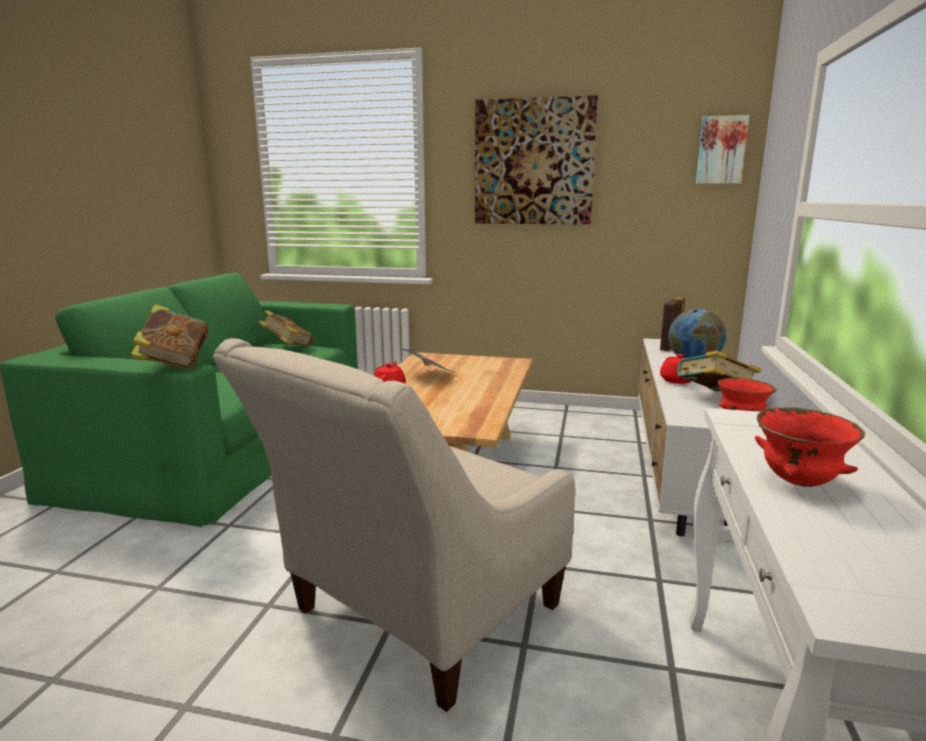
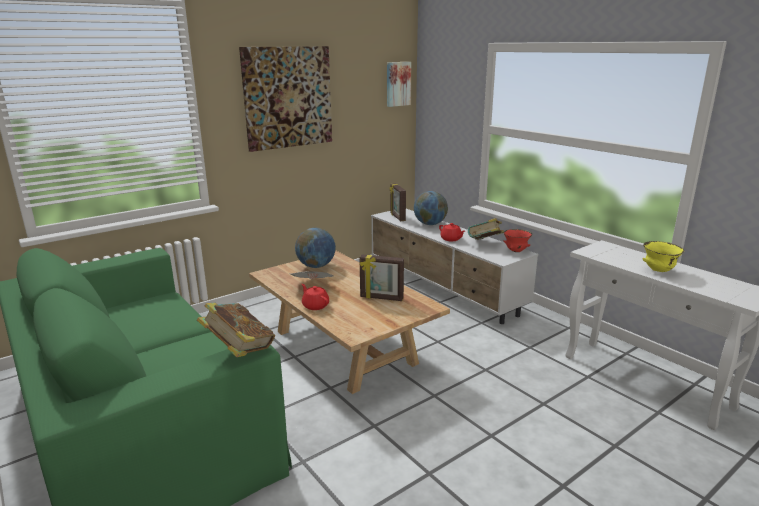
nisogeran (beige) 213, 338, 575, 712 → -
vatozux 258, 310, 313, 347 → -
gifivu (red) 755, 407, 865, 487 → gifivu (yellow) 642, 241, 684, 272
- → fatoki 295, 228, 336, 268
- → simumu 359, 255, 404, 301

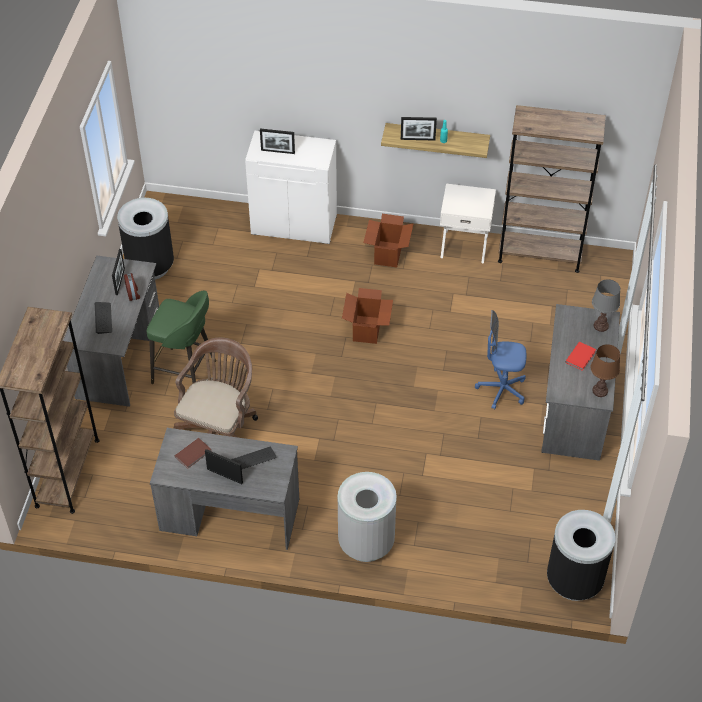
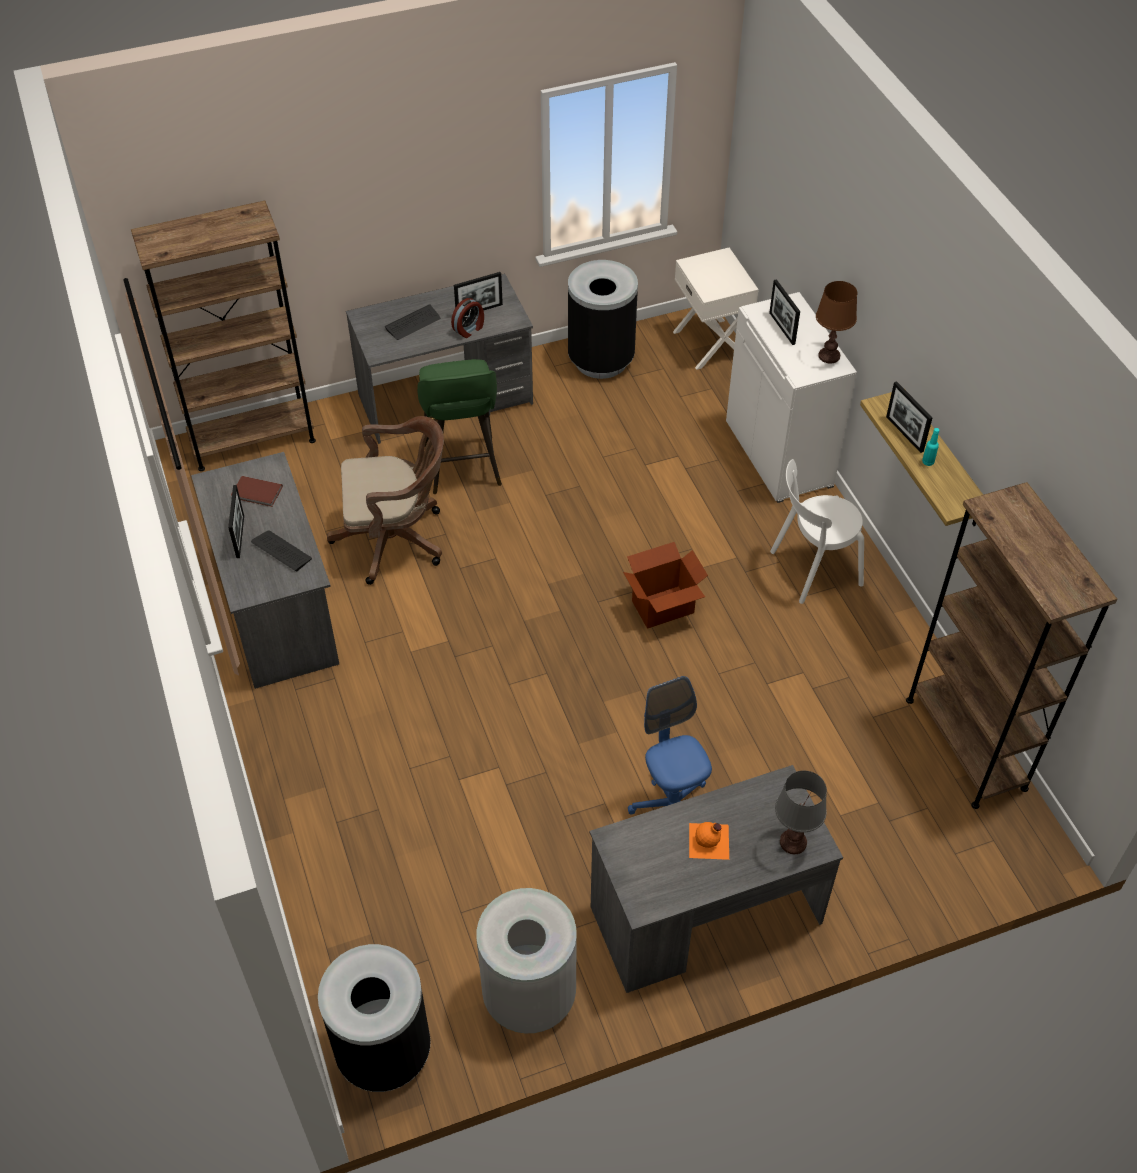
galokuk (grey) 338, 472, 397, 562 → galokuk (grey) 476, 888, 577, 1033, move
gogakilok 363, 214, 414, 267 → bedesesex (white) 770, 459, 864, 604
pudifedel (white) 440, 184, 496, 264 → pudifedel (white) 673, 248, 759, 370, move
vatozux (red) 565, 342, 596, 371 → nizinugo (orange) 689, 822, 729, 860
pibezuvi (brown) 591, 344, 620, 397 → pibezuvi (brown) 816, 281, 857, 363, move

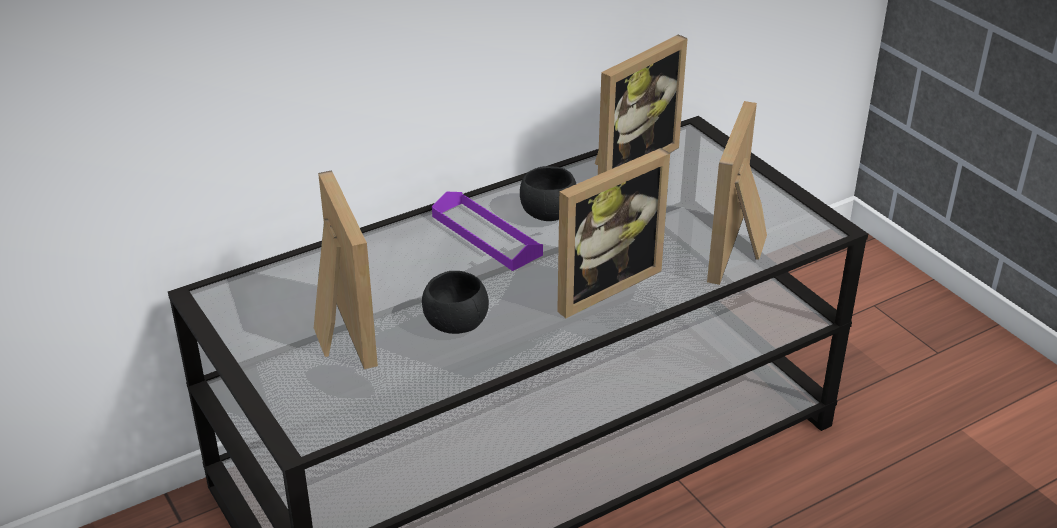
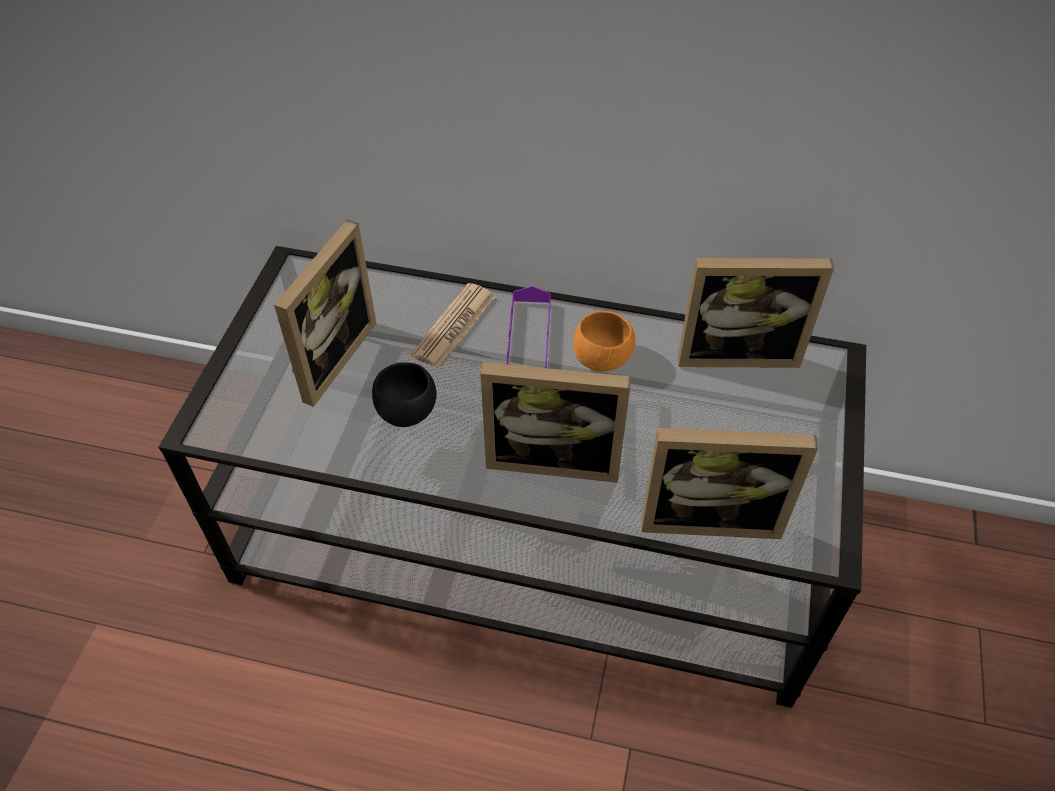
gifivu (black) 520, 166, 576, 221 → gifivu (orange) 573, 311, 635, 371
simumu 707, 101, 767, 285 → simumu 641, 428, 818, 539, 150 degrees counterclockwise
- → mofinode 411, 283, 495, 369

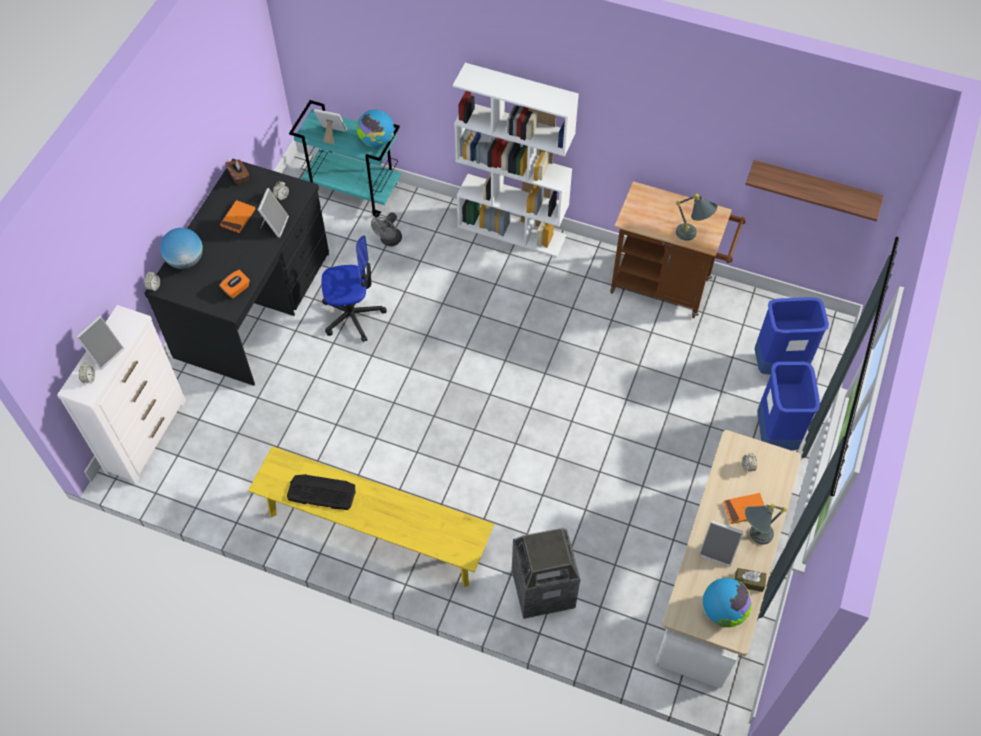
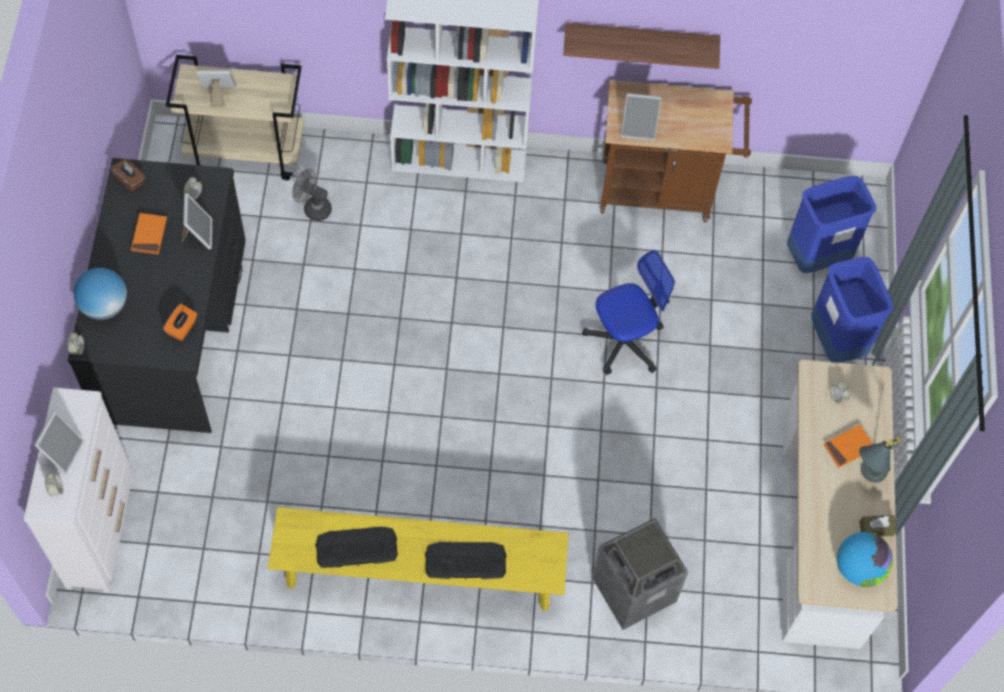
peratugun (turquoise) 289, 100, 401, 217 → peratugun (beige) 166, 55, 304, 180
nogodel 322, 236, 387, 342 → nogodel 582, 250, 675, 375, move
fatoki 356, 110, 394, 147 → -
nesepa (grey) 371, 212, 402, 246 → nesepa (grey) 292, 169, 332, 221, 105 degrees clockwise
pibezuvi (grey) 676, 193, 717, 241 → -
simumu 699, 520, 744, 567 → simumu 621, 93, 661, 140, move
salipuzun 745, 160, 884, 221 → salipuzun 563, 23, 720, 69, move
- → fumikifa 425, 542, 507, 580

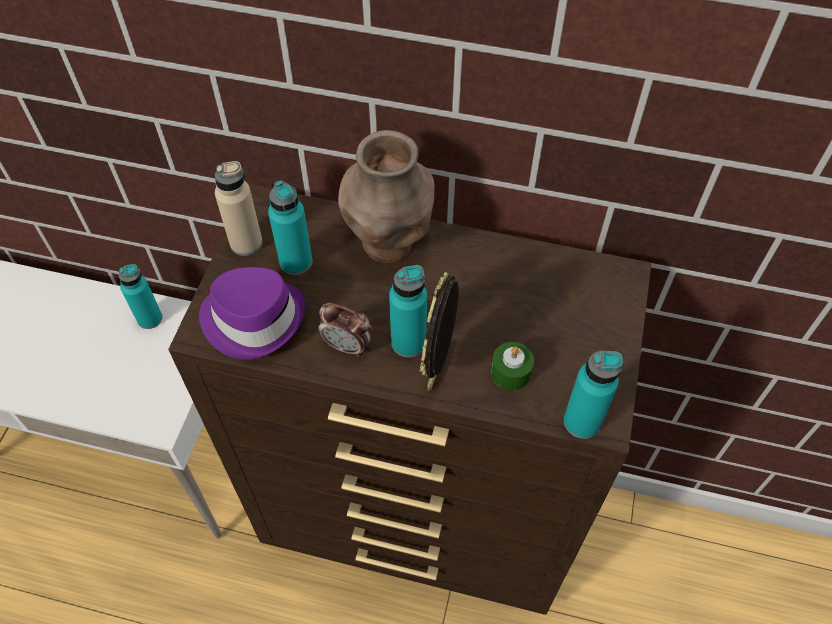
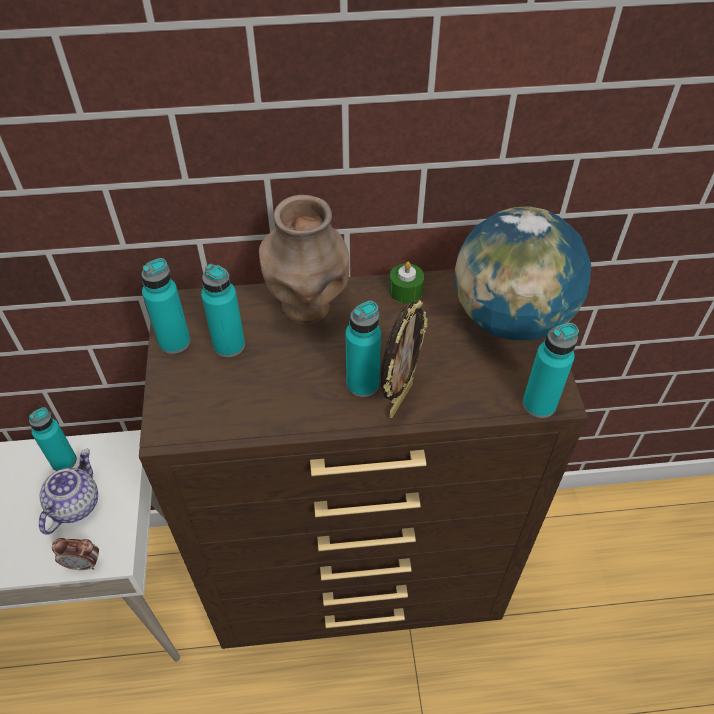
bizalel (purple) 199, 267, 305, 360 → -
nizinugo (beige) 215, 161, 263, 256 → nizinugo (turquoise) 142, 258, 191, 354
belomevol 318, 302, 373, 357 → belomevol 52, 538, 99, 570, move
simumu 420, 272, 459, 392 → simumu 381, 300, 428, 418, 150 degrees counterclockwise
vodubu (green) 491, 342, 534, 391 → vodubu (green) 389, 262, 424, 303, move
- → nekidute 39, 449, 98, 535
- → fatoki 455, 206, 591, 340

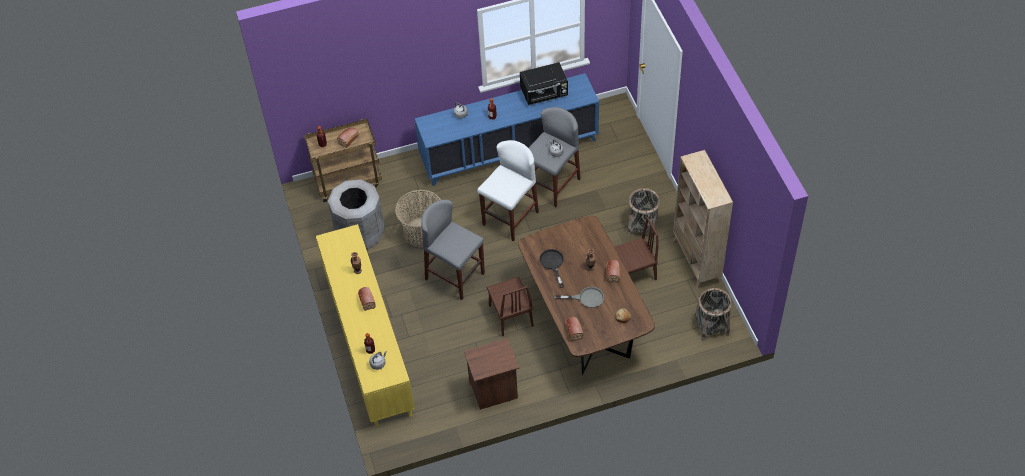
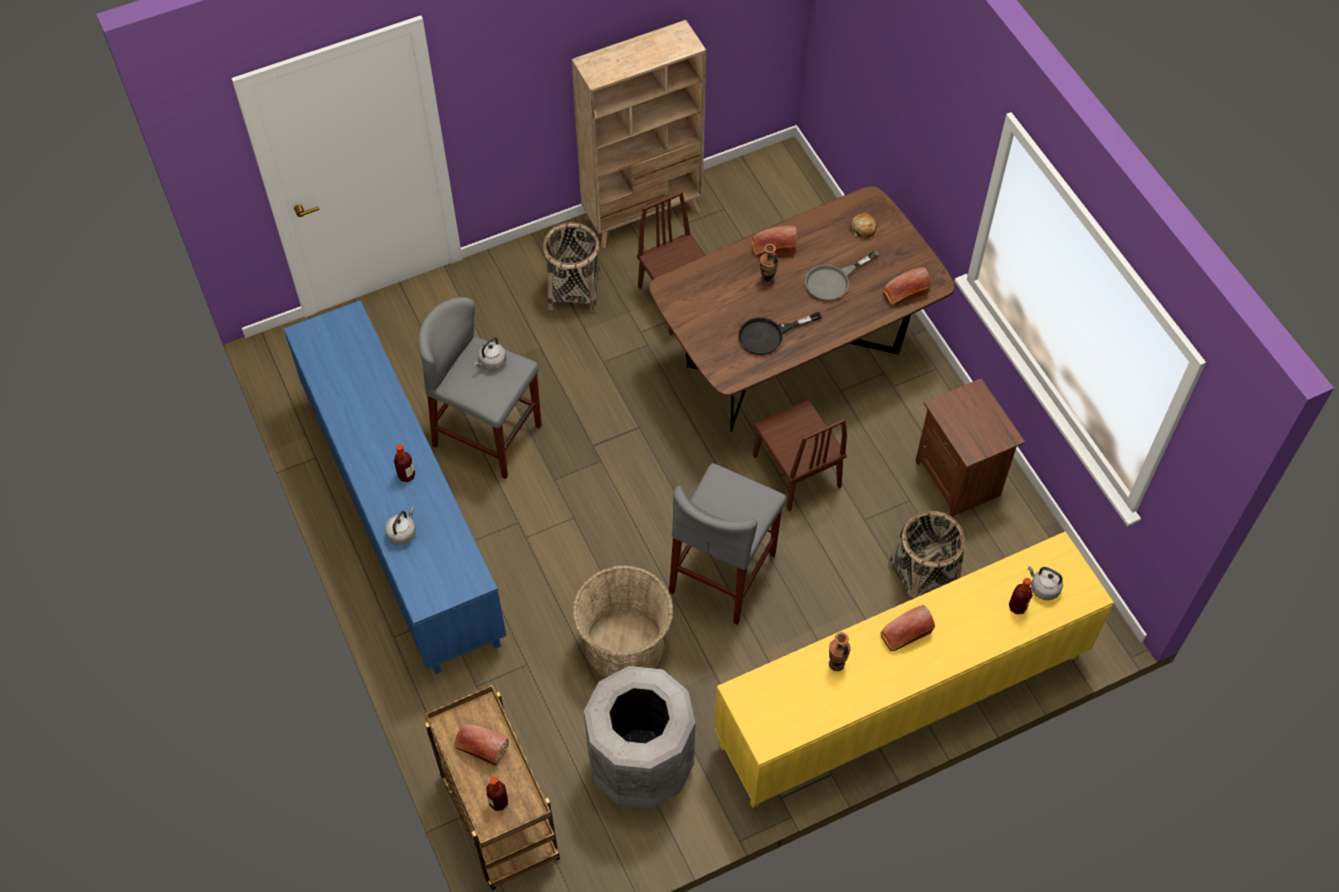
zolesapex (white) 477, 140, 539, 241 → -
bedesesex (brown) 486, 277, 534, 336 → bedesesex (brown) 753, 399, 847, 511, 90 degrees clockwise
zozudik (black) 520, 62, 568, 105 → -
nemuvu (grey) 555, 287, 604, 308 → nemuvu (grey) 805, 250, 880, 301, 120 degrees counterclockwise
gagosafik 694, 288, 732, 341 → gagosafik 888, 511, 965, 601, move

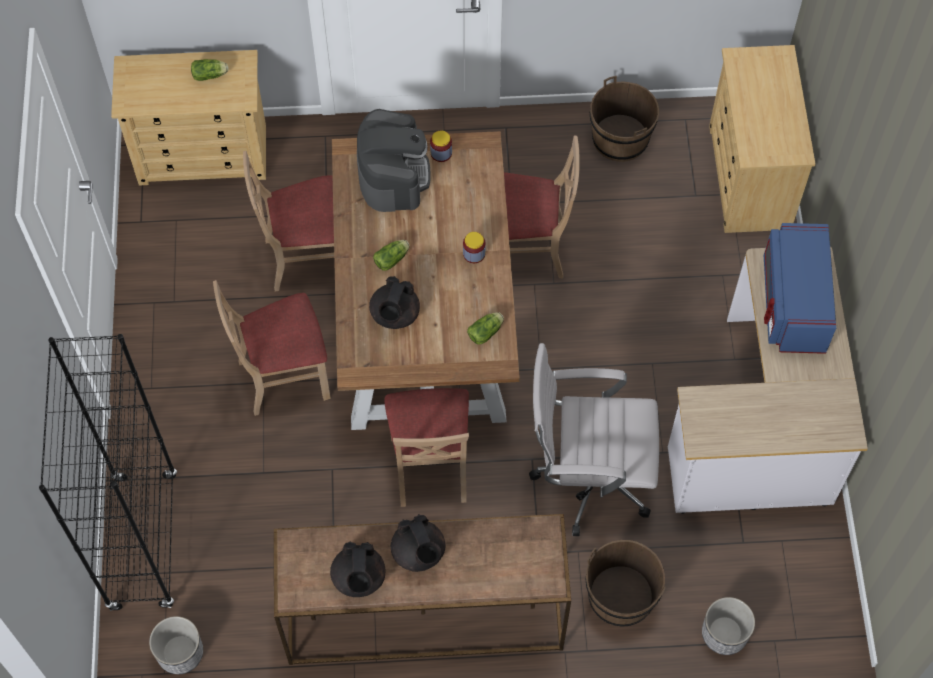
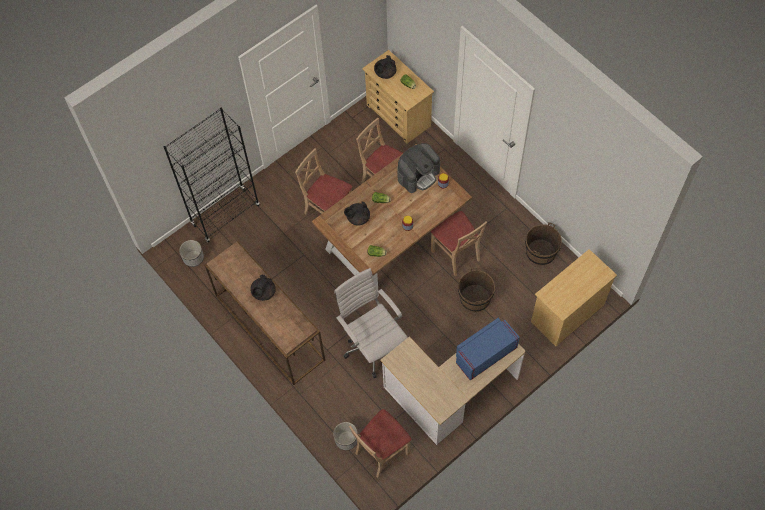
nekidute (black) 330, 541, 385, 597 → nekidute (black) 374, 55, 396, 79, move
bedesesex (beige) 385, 388, 469, 507 → bedesesex (beige) 349, 409, 412, 478, move
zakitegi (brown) 586, 540, 666, 627 → zakitegi (brown) 458, 268, 495, 312, move

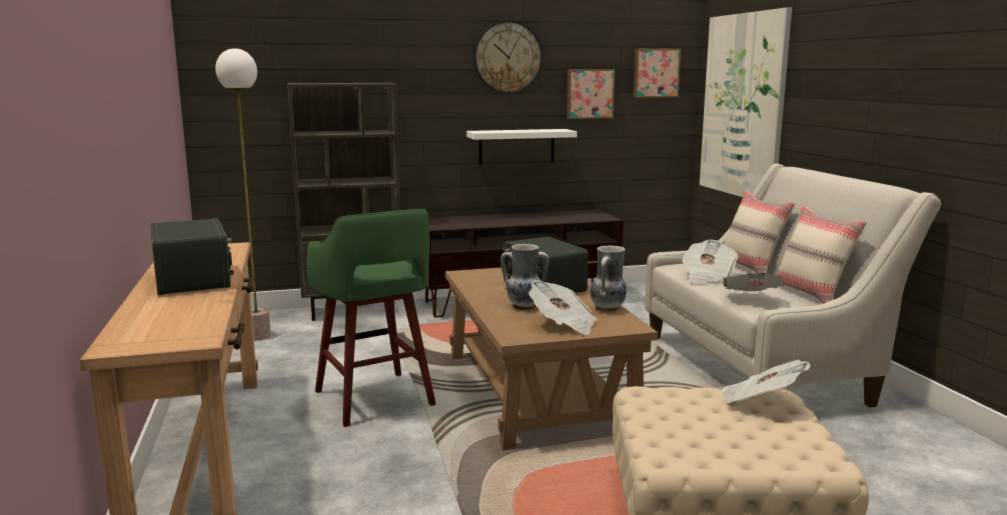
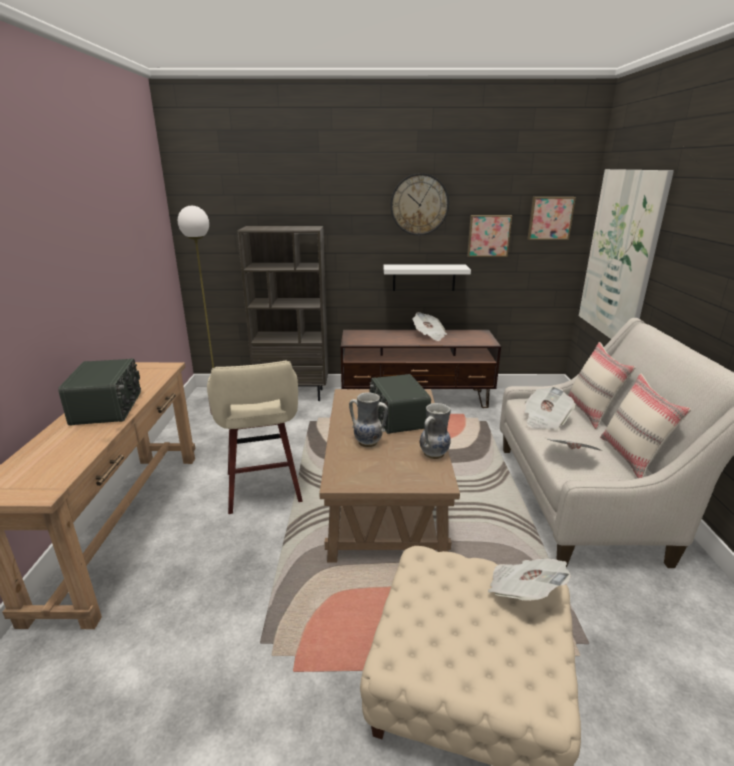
zolesapex (green) 307, 209, 436, 427 → zolesapex (beige) 207, 360, 303, 514
mofinode 528, 280, 597, 335 → mofinode 412, 312, 447, 341, move

